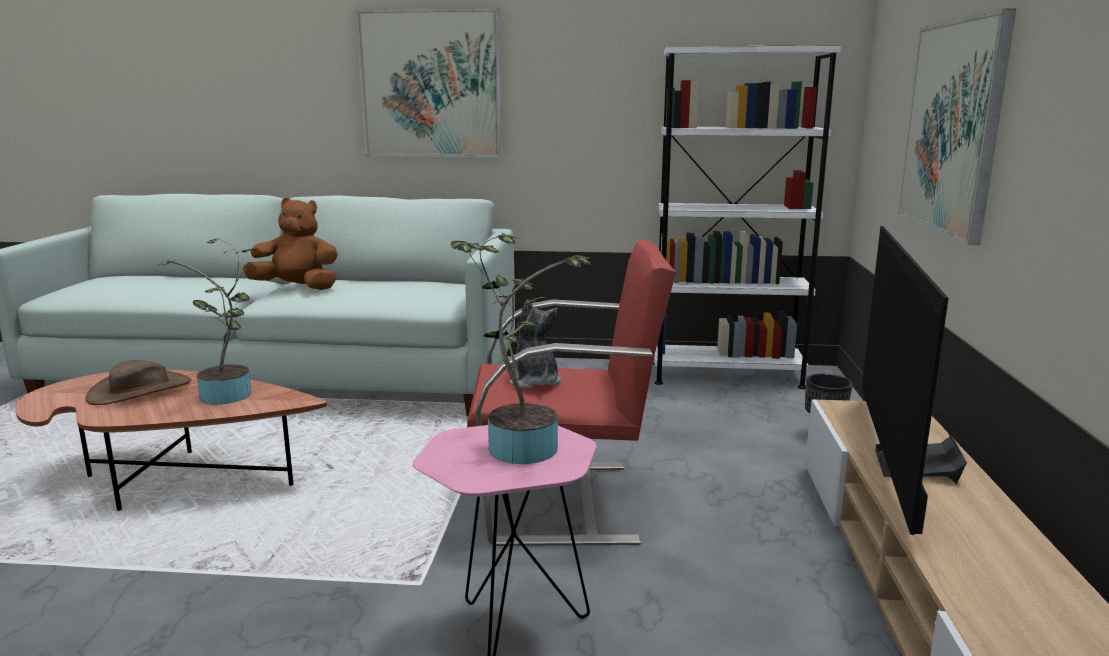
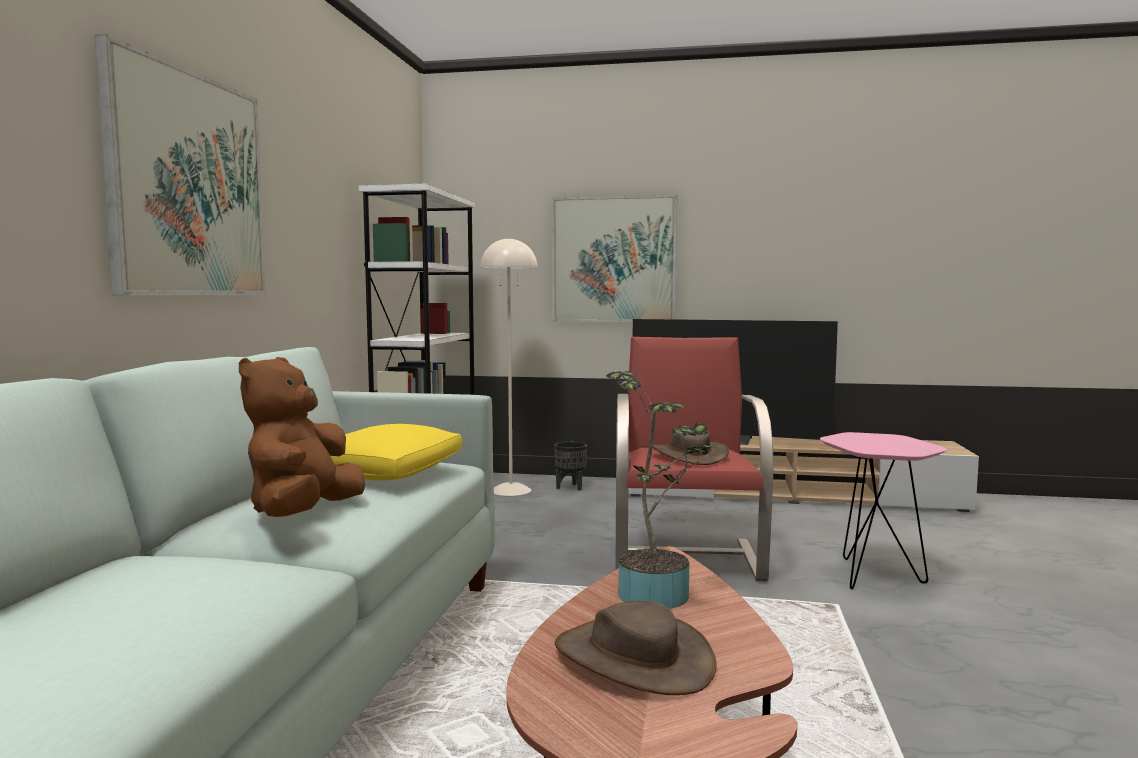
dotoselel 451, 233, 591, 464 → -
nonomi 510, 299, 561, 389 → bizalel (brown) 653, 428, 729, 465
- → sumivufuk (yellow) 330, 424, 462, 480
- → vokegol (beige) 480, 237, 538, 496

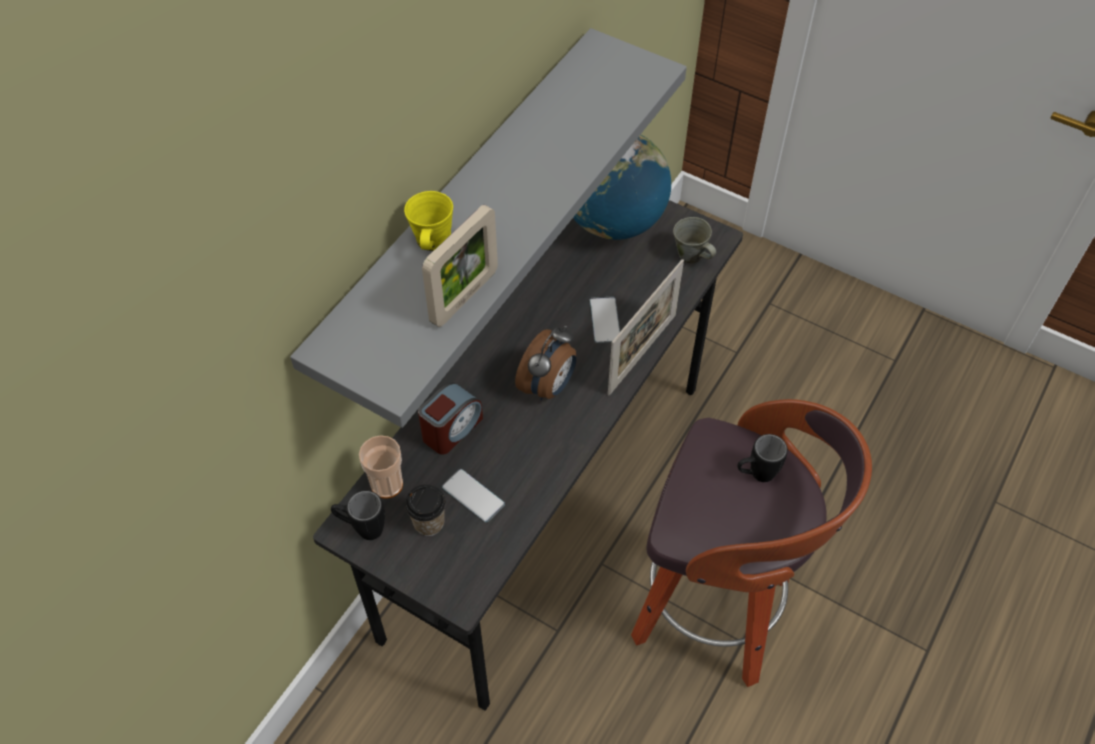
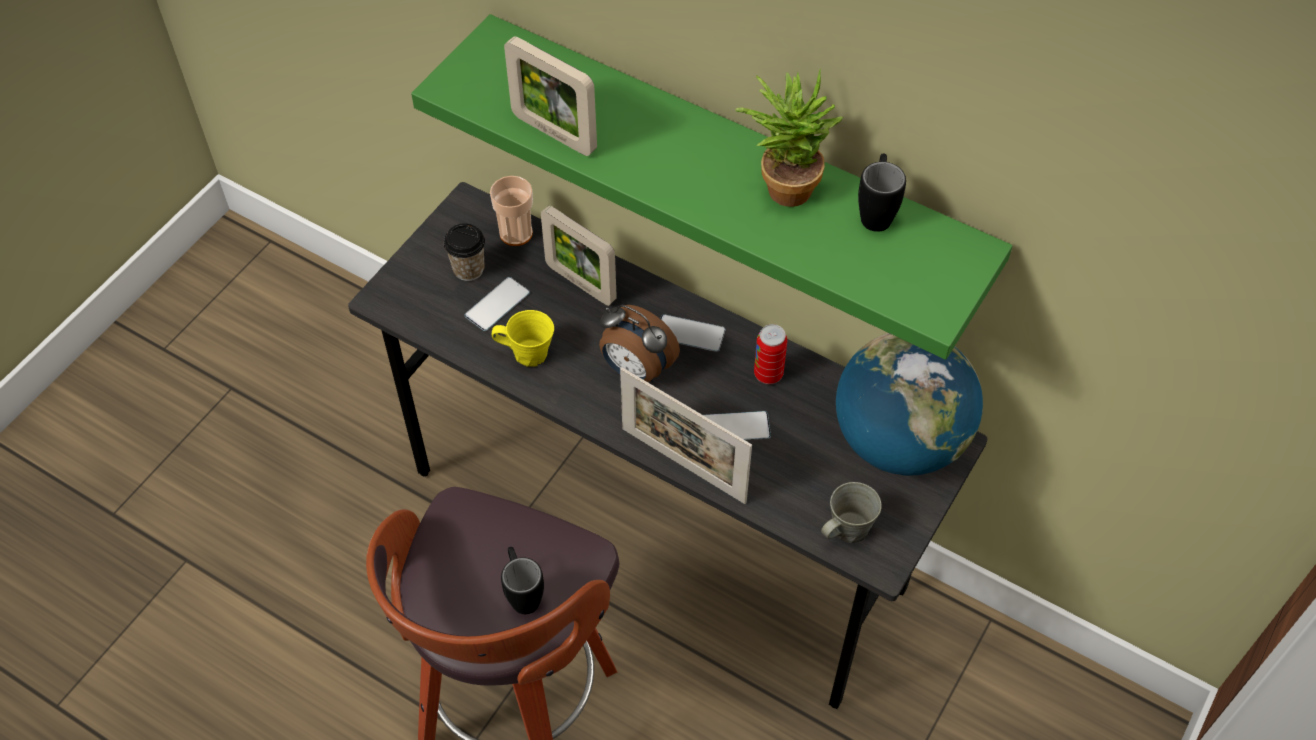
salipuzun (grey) 290, 28, 687, 428 → salipuzun (green) 411, 14, 1013, 360
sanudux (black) 331, 490, 385, 540 → sanudux (black) 858, 153, 906, 232, move
sanudux (yellow) 404, 191, 453, 251 → sanudux (yellow) 492, 310, 554, 367, move
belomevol 418, 382, 483, 454 → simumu 541, 206, 617, 306
- → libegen 660, 314, 725, 352
- → dotoselel 735, 68, 843, 207
- → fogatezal 754, 324, 787, 384

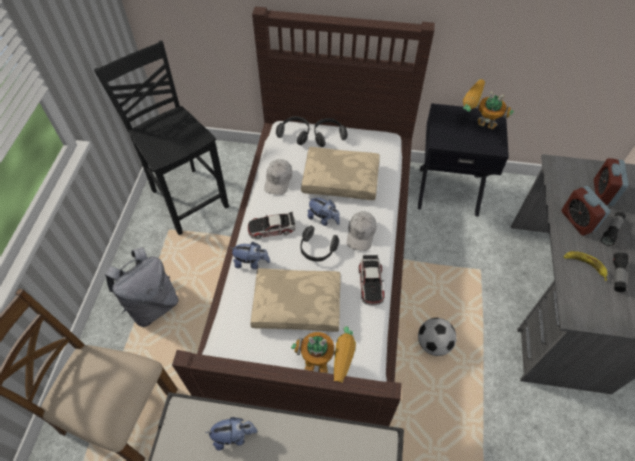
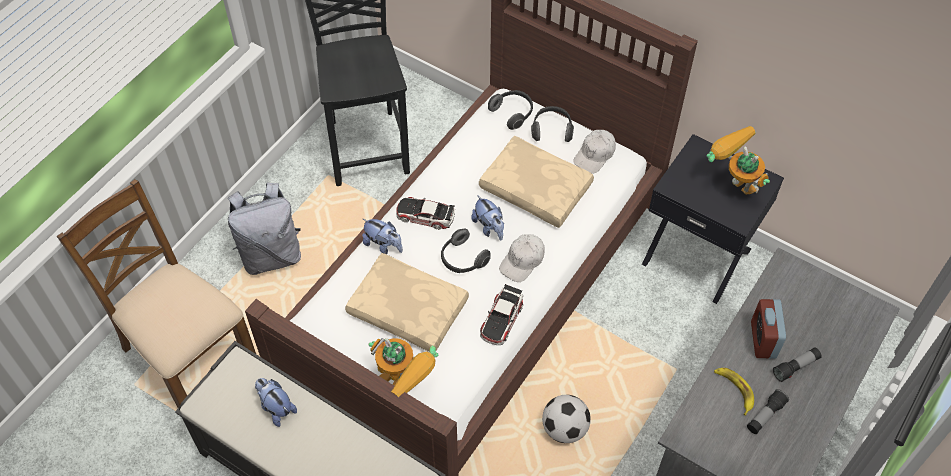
nonomi 205, 417, 258, 450 → nonomi 255, 378, 297, 427, 150 degrees counterclockwise
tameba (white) 264, 159, 292, 195 → tameba (white) 573, 130, 616, 174, move
belomevol 594, 158, 628, 206 → -

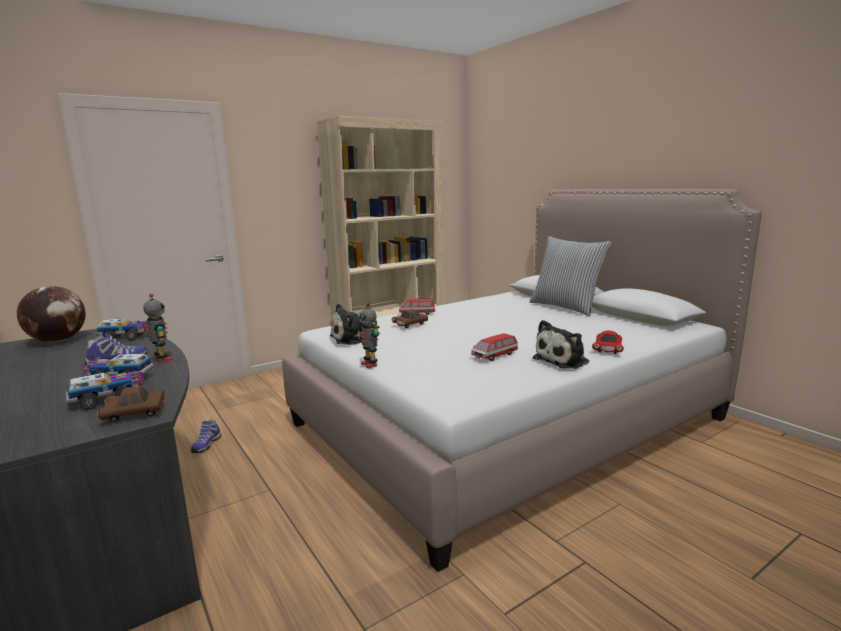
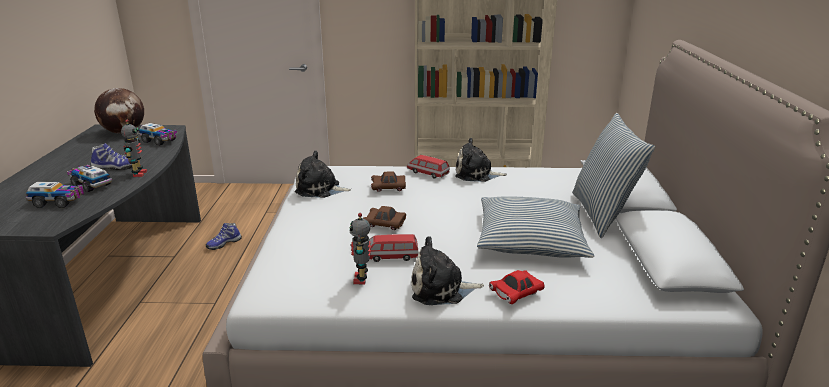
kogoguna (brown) 96, 386, 165, 421 → kogoguna (brown) 363, 206, 406, 230, move
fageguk 358, 303, 379, 368 → fageguk 350, 213, 371, 284, move
- → nonomi 455, 138, 507, 182
- → sumivufuk 477, 196, 594, 258

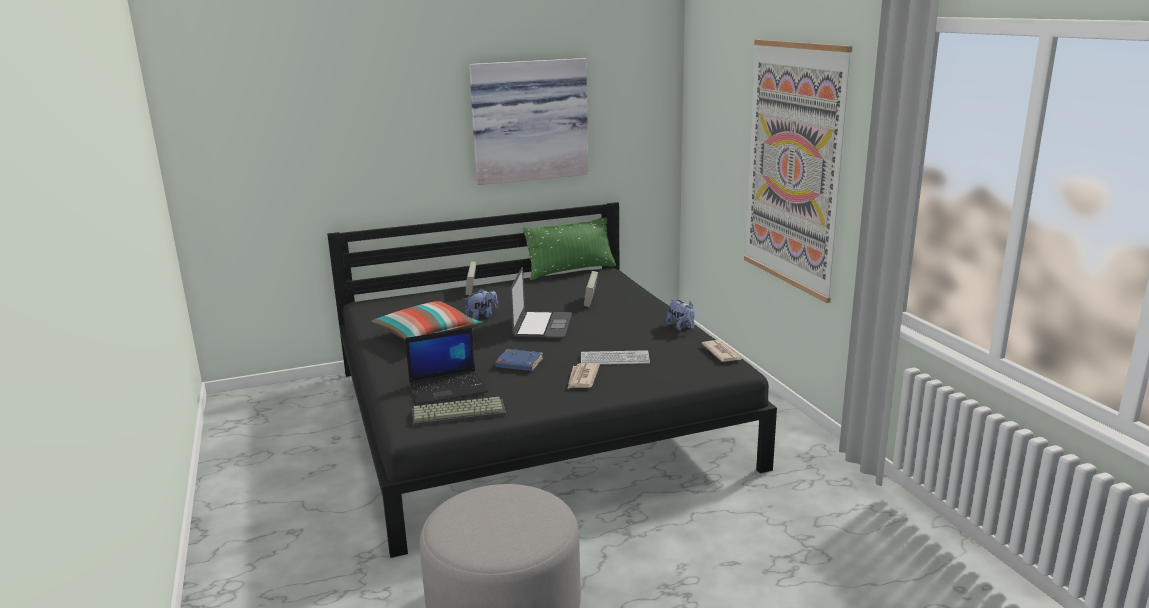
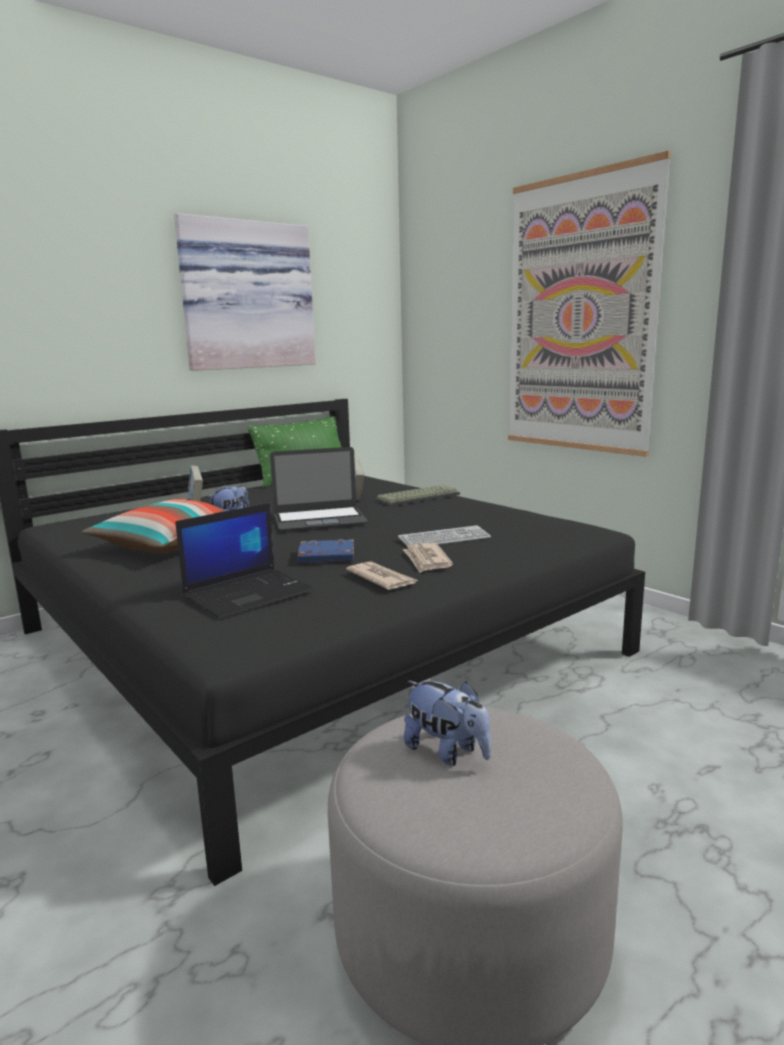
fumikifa 412, 397, 506, 426 → fumikifa 375, 485, 460, 507, move
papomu 510, 267, 572, 338 → papomu 270, 447, 368, 531, 90 degrees clockwise
nonomi 666, 300, 695, 331 → nonomi 404, 681, 491, 766, move
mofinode 702, 340, 744, 362 → mofinode 346, 561, 418, 590, move

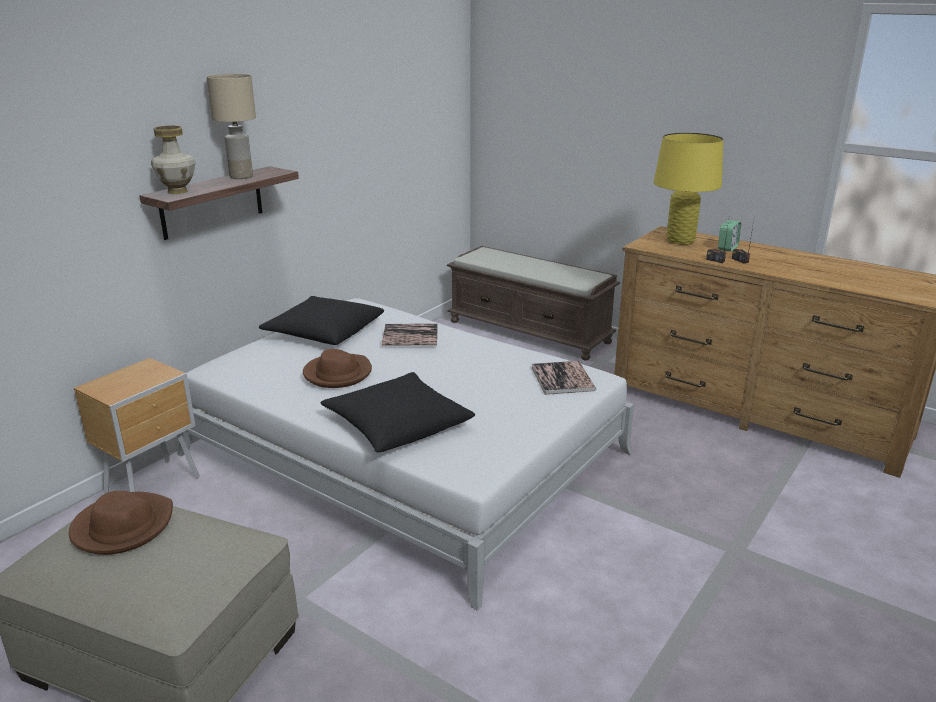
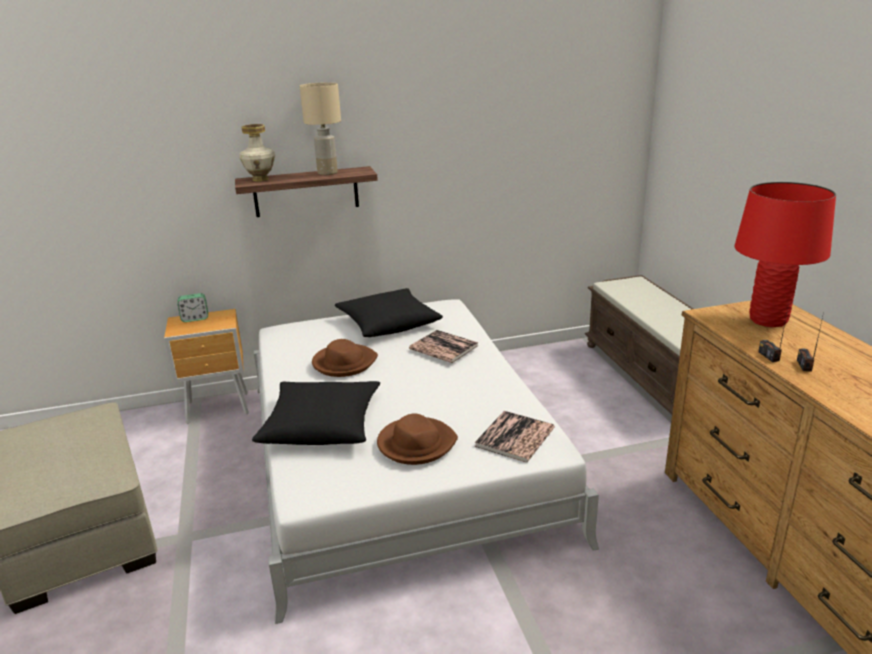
bizalel (brown) 69, 491, 173, 555 → bizalel (brown) 377, 413, 458, 465, move
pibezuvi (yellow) 654, 133, 723, 245 → pibezuvi (red) 735, 182, 836, 327
belomevol 718, 220, 741, 252 → belomevol 177, 293, 208, 322, move

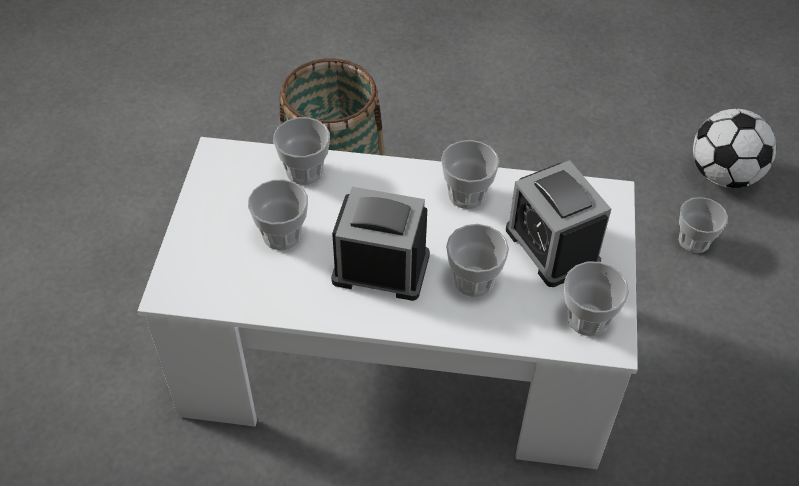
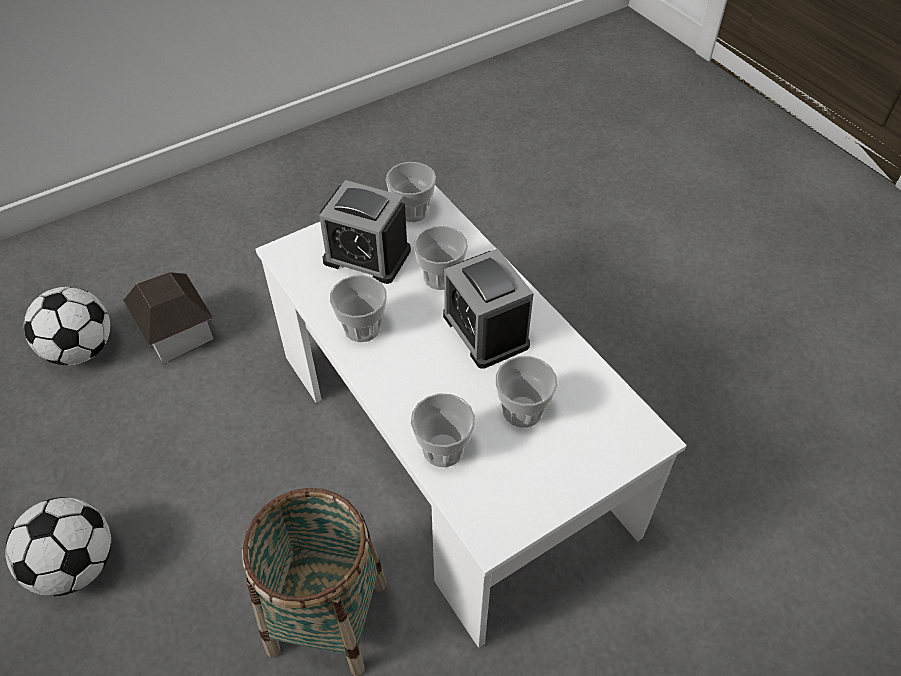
belomevol 506, 160, 611, 287 → belomevol 319, 180, 411, 284, 90 degrees clockwise
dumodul 679, 197, 728, 253 → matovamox 123, 272, 213, 364
- → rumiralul 5, 497, 111, 596

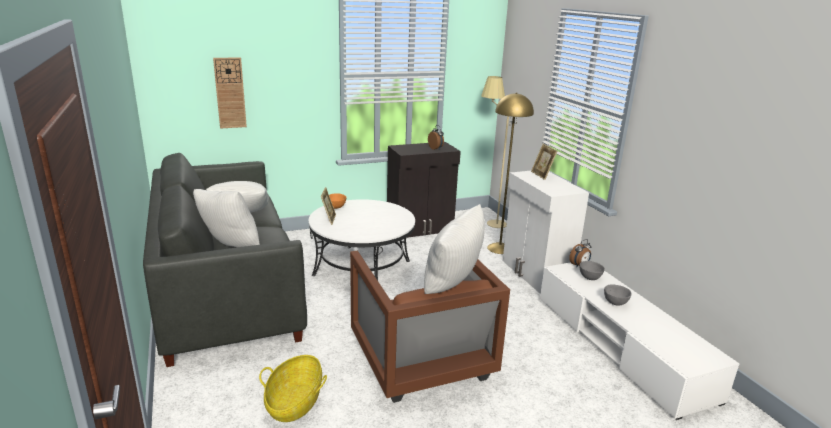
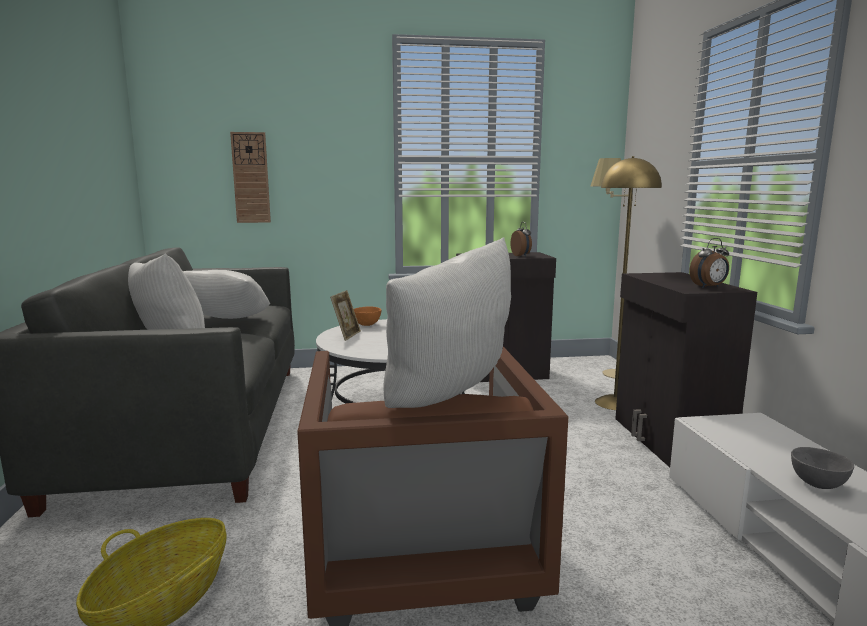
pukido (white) 503, 171, 589, 293 → pukido (black) 615, 272, 757, 467
simumu 531, 143, 558, 180 → -
belomevol 569, 239, 592, 268 → belomevol 690, 238, 729, 288, move
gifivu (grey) 580, 261, 605, 280 → -

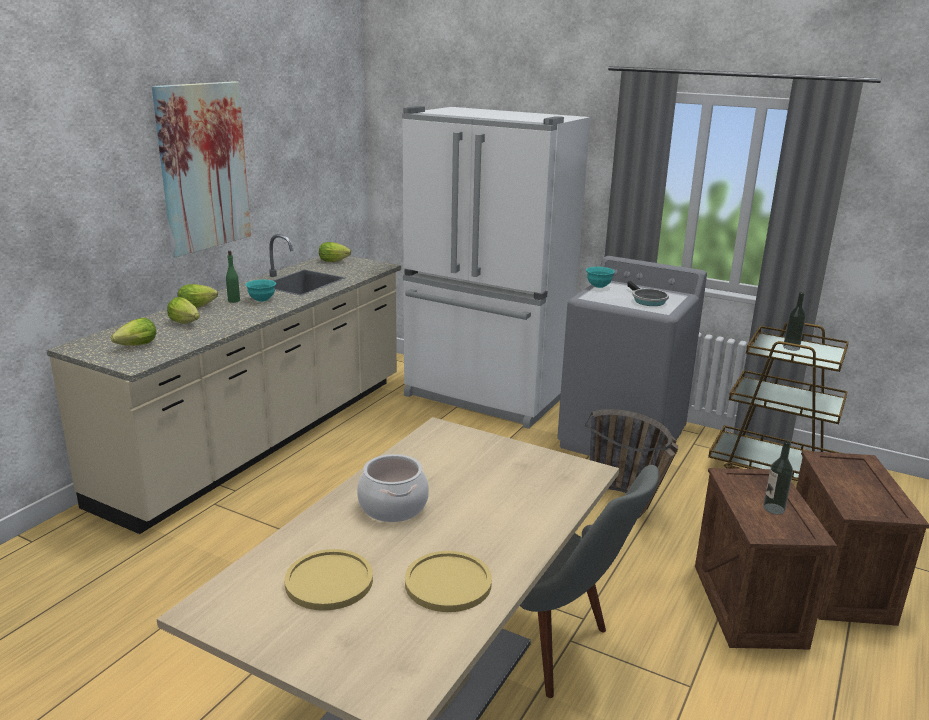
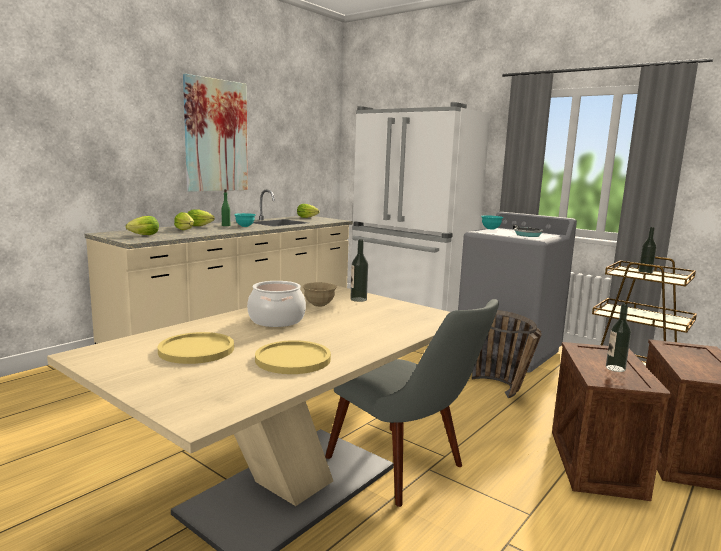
- → gifivu (beige) 303, 282, 337, 307
- → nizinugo 350, 239, 368, 302

